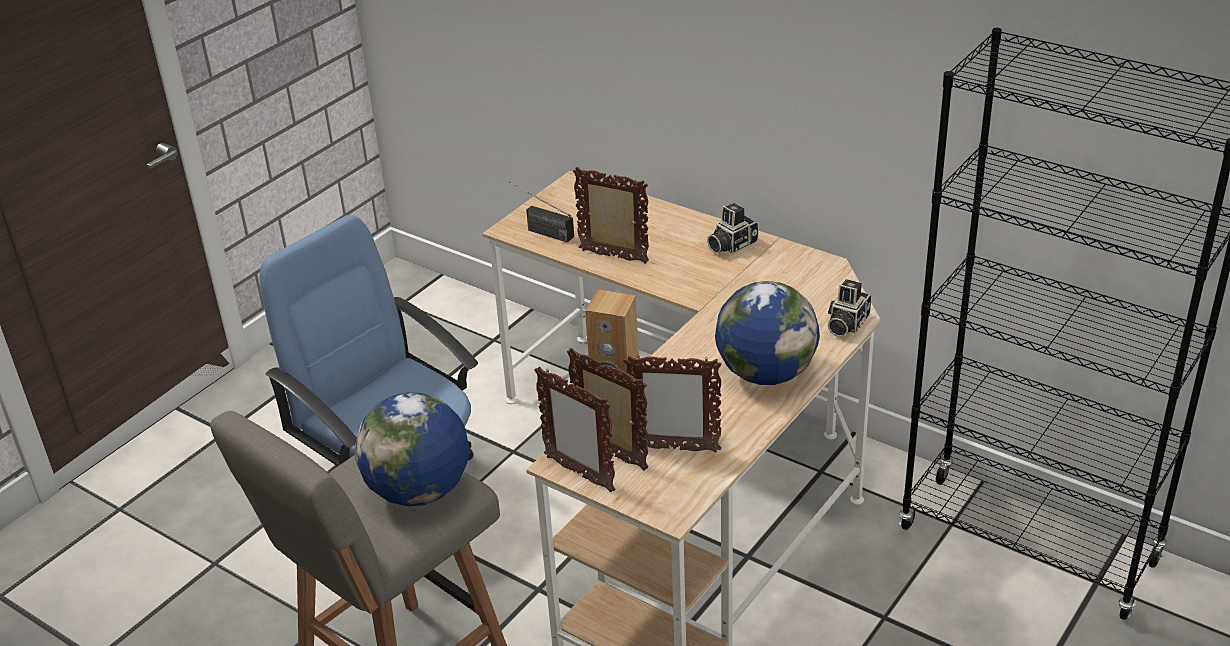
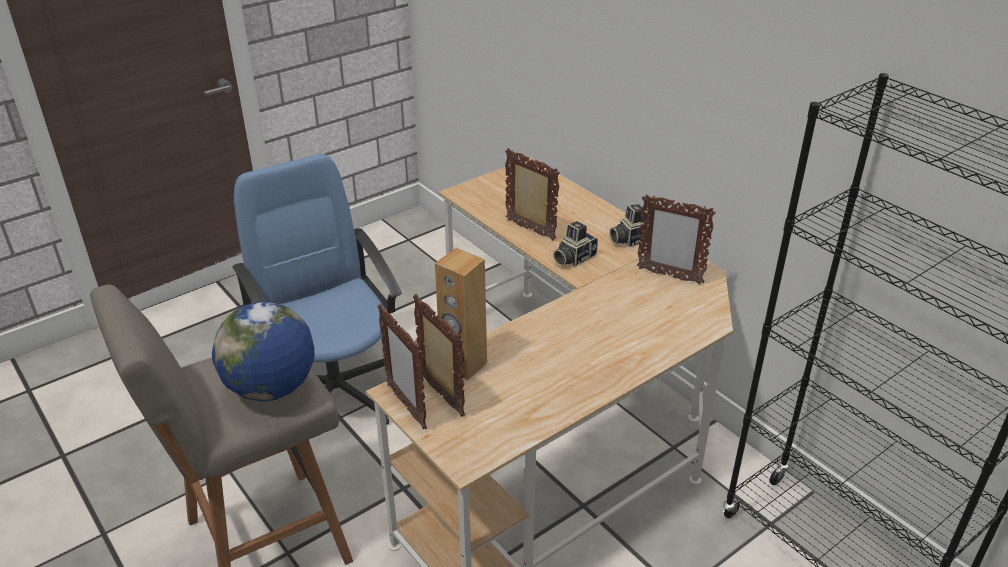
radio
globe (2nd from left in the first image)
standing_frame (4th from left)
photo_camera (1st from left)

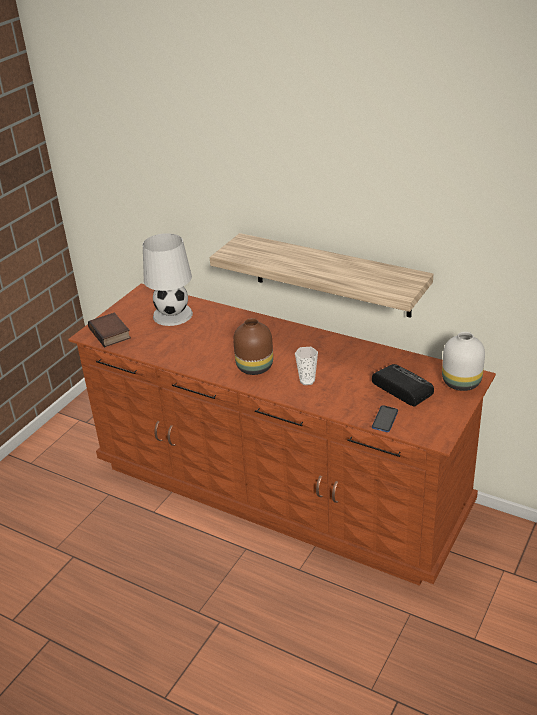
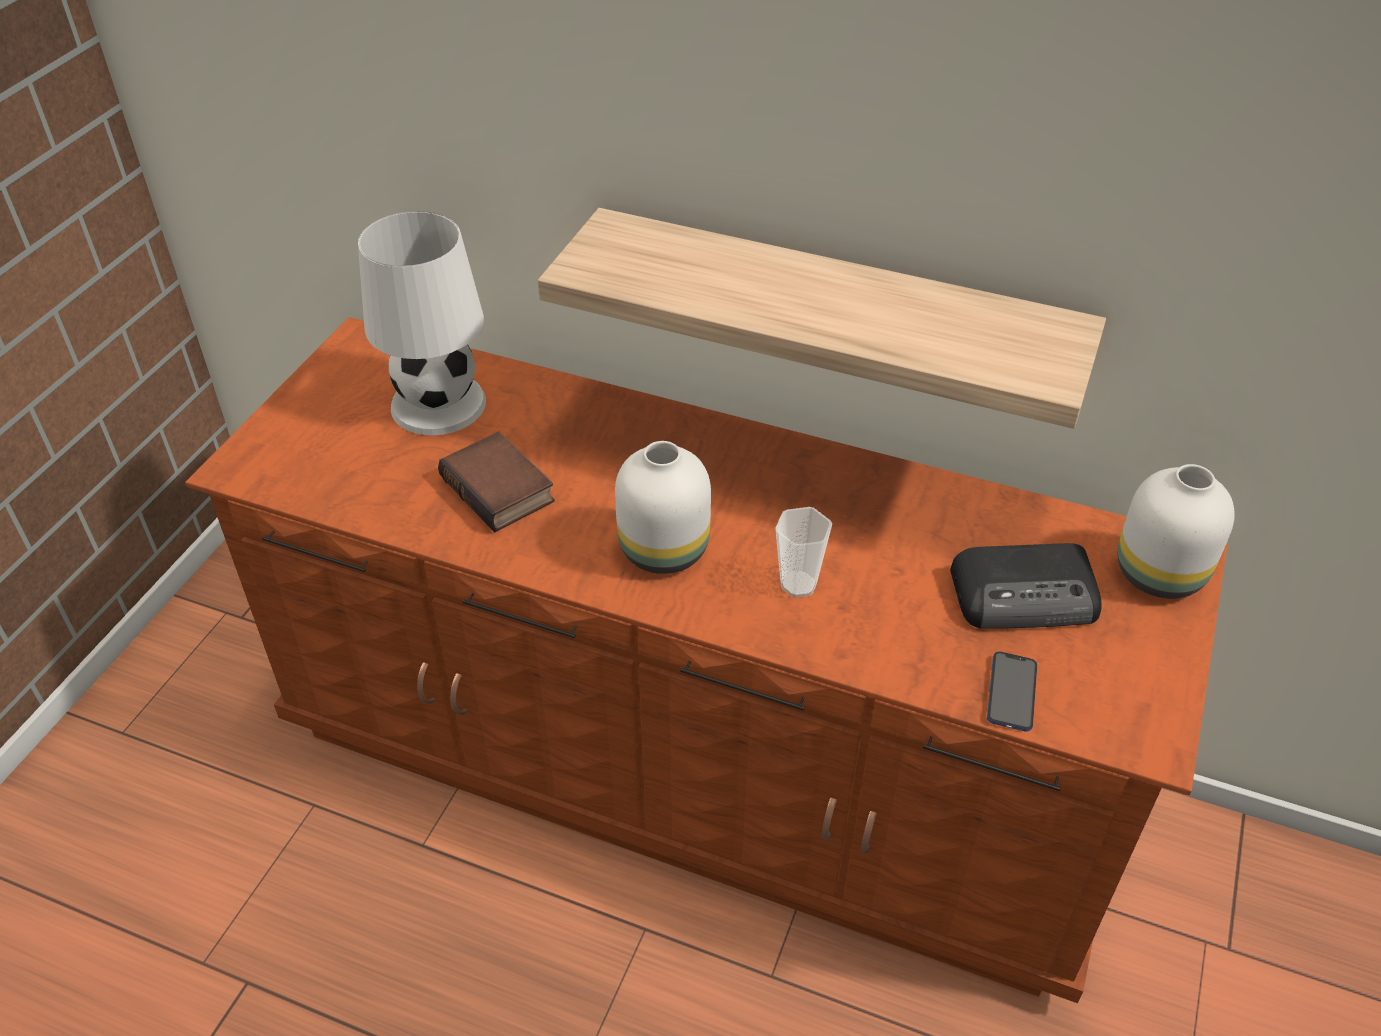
volume
whitish_vase (1st from left)
radio

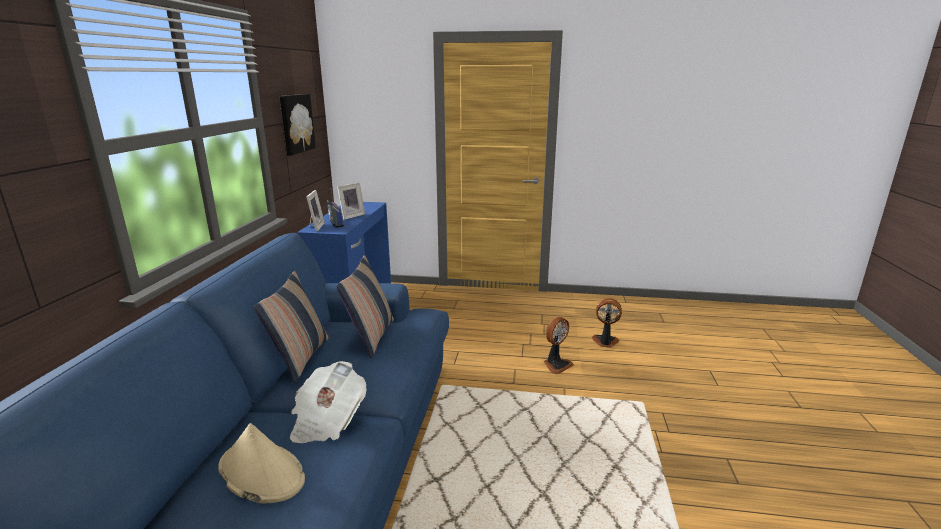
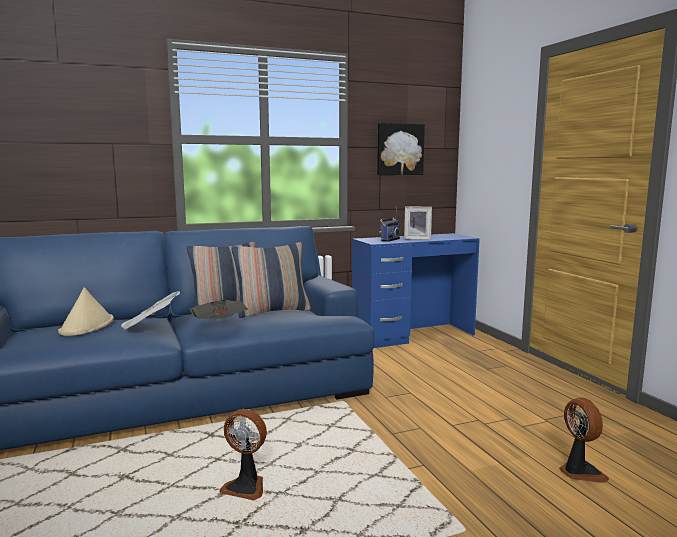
standing_frame (1st from left in the first image)
printed_paper (2nd from left)
electric_fan (1st from left)

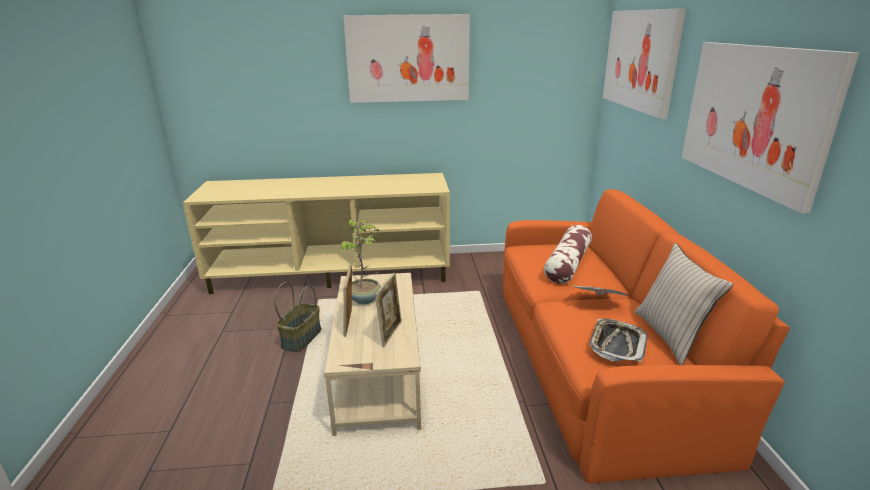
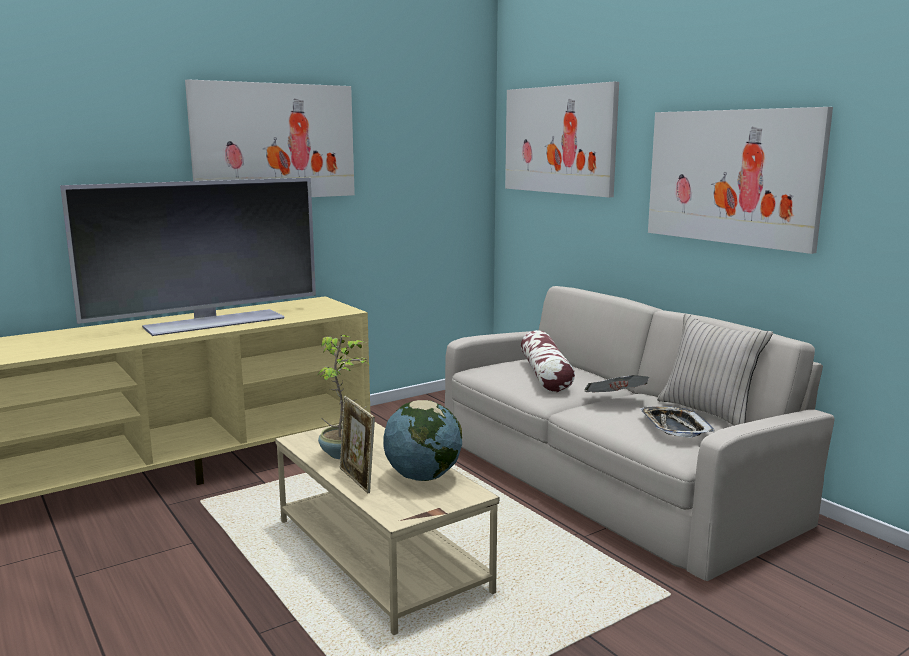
storage_basket
TV_set
globe
beige-coloured_sofa

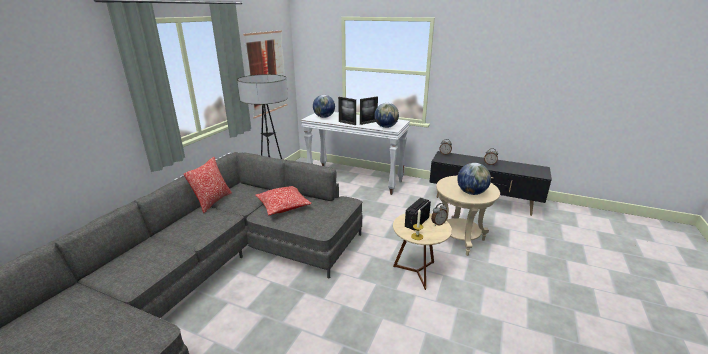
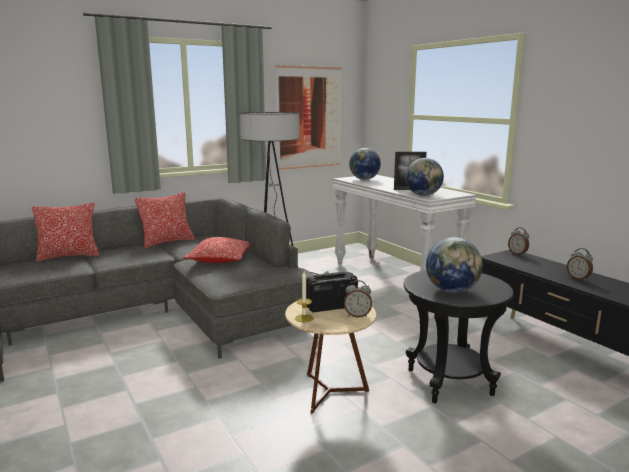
standing_frame (1st from left in the first image)
pillow (1st from left)
black-coloured_side_table

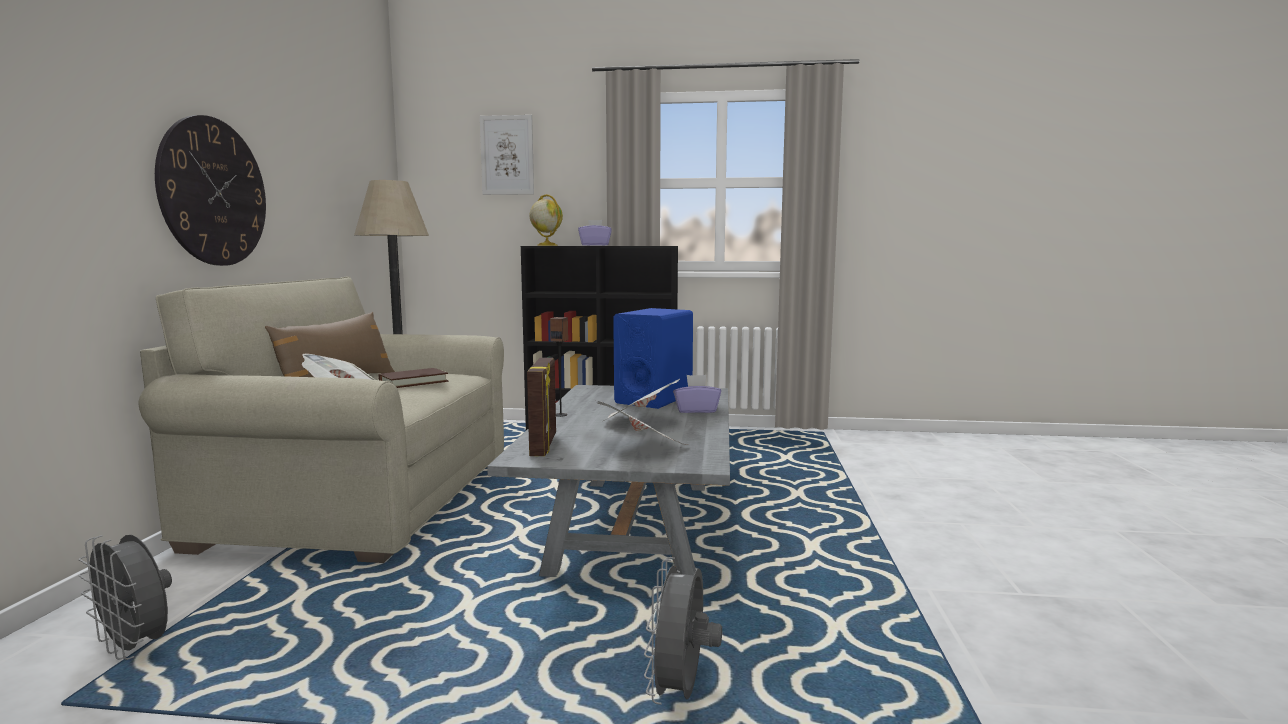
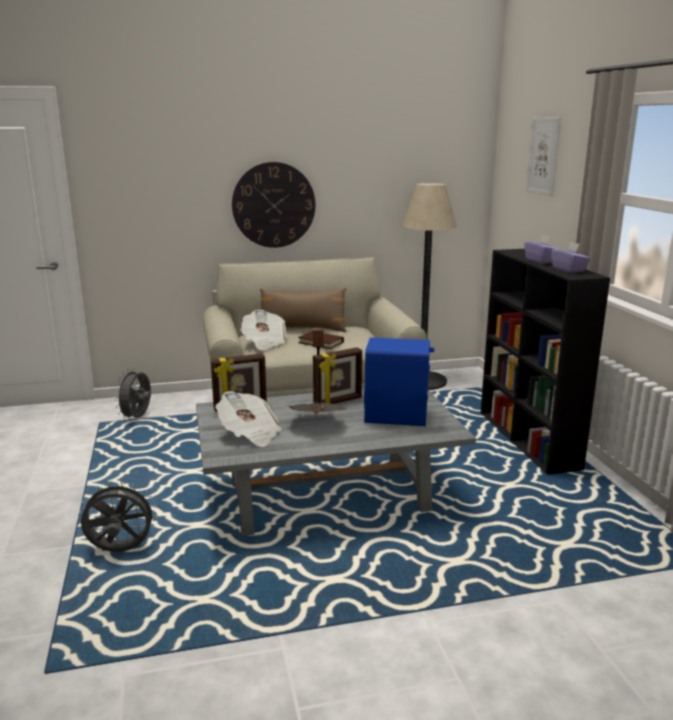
globe
standing_frame (2nd from left)
purple-coloured_box_of_tissues (2nd from left)

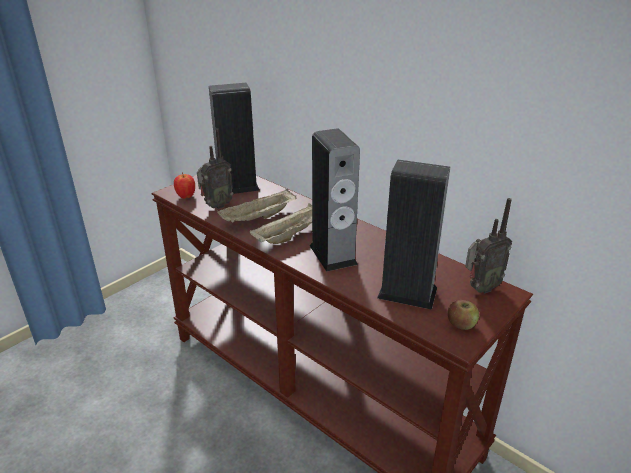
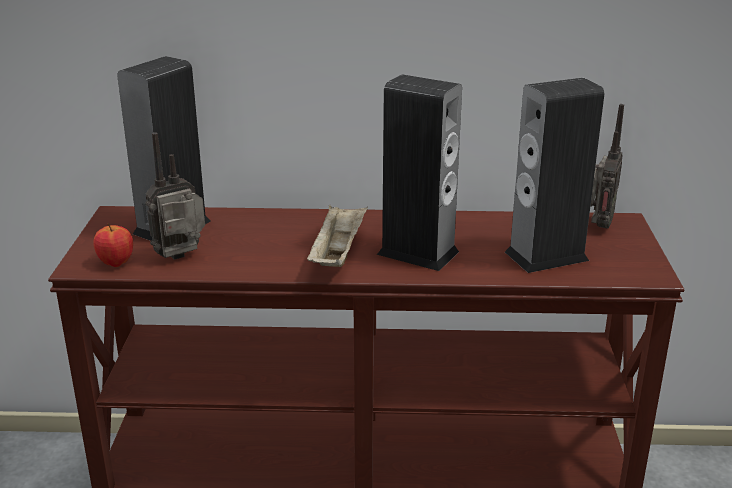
beige-coloured_serving_tray (1st from left in the first image)
whole_apple (2nd from left in the first image)
radio (1st from left)

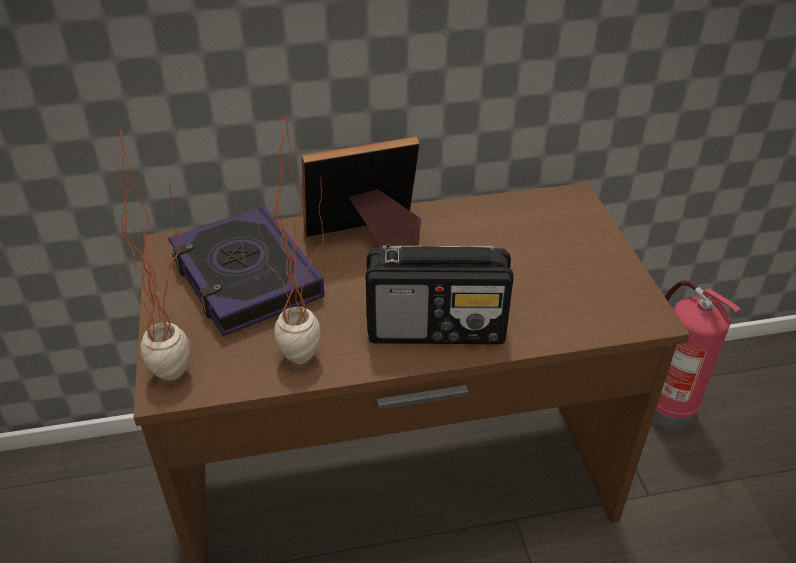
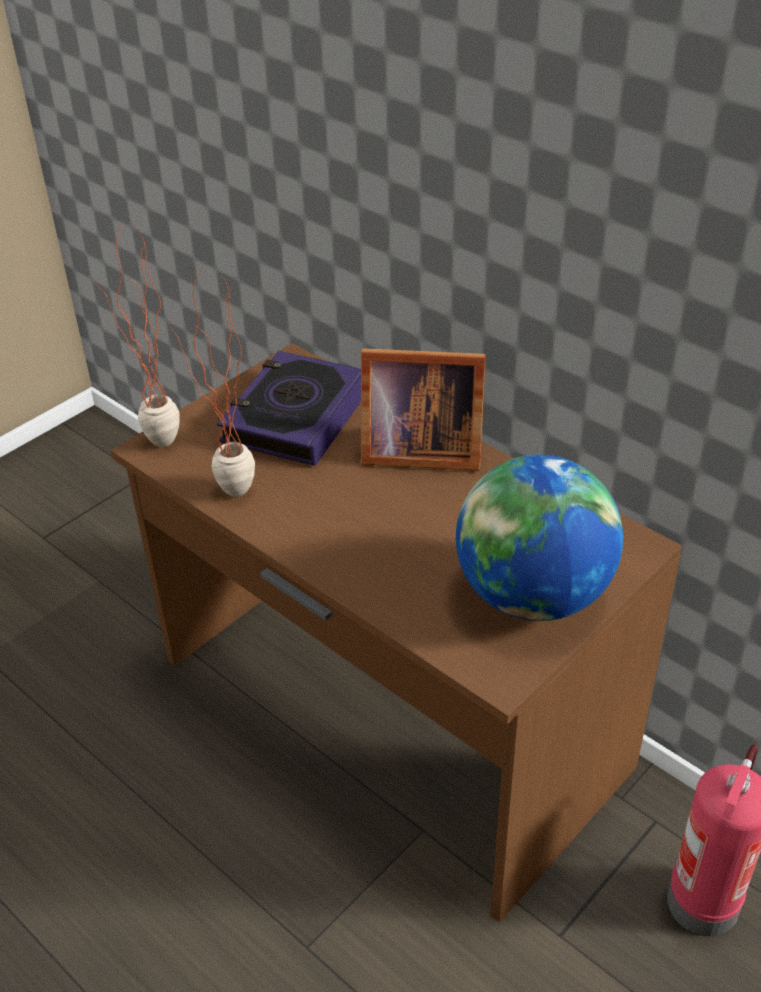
radio
globe
standing_frame

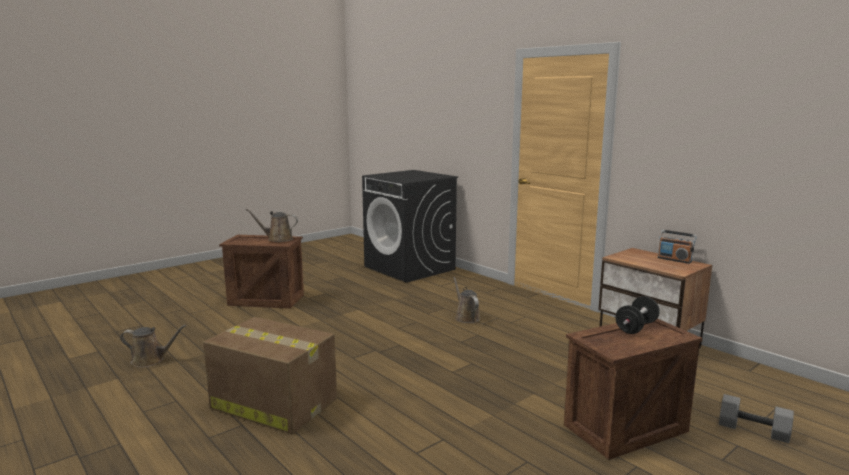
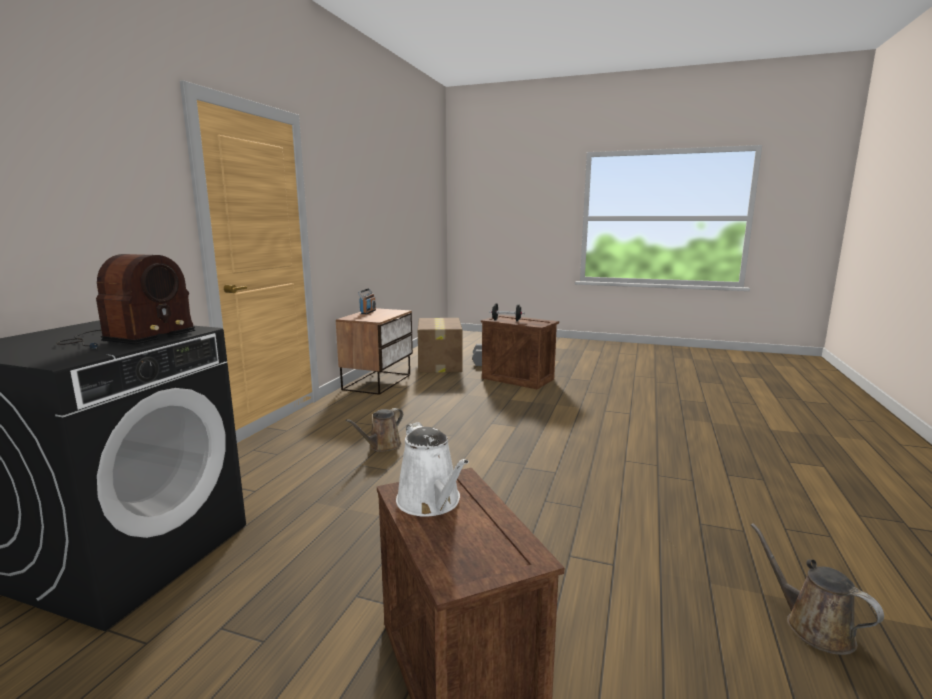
radio (1st from left)
packing_box
whitish_sprinkling_can

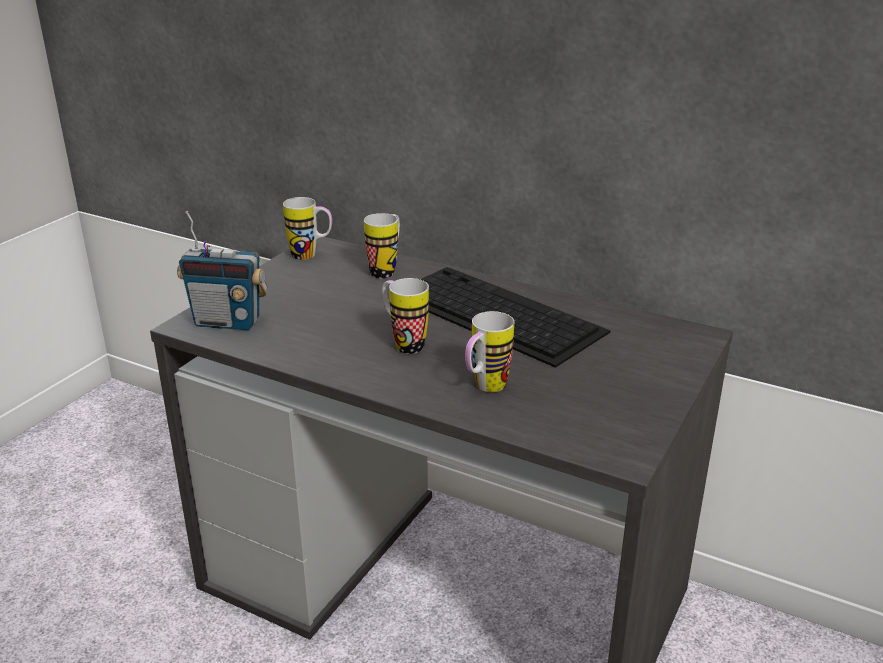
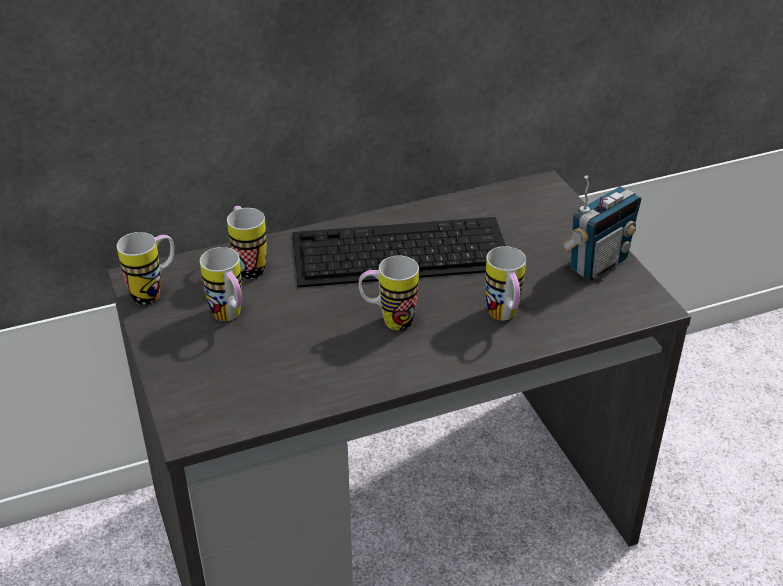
coffee_mug (2nd from left)
radio

